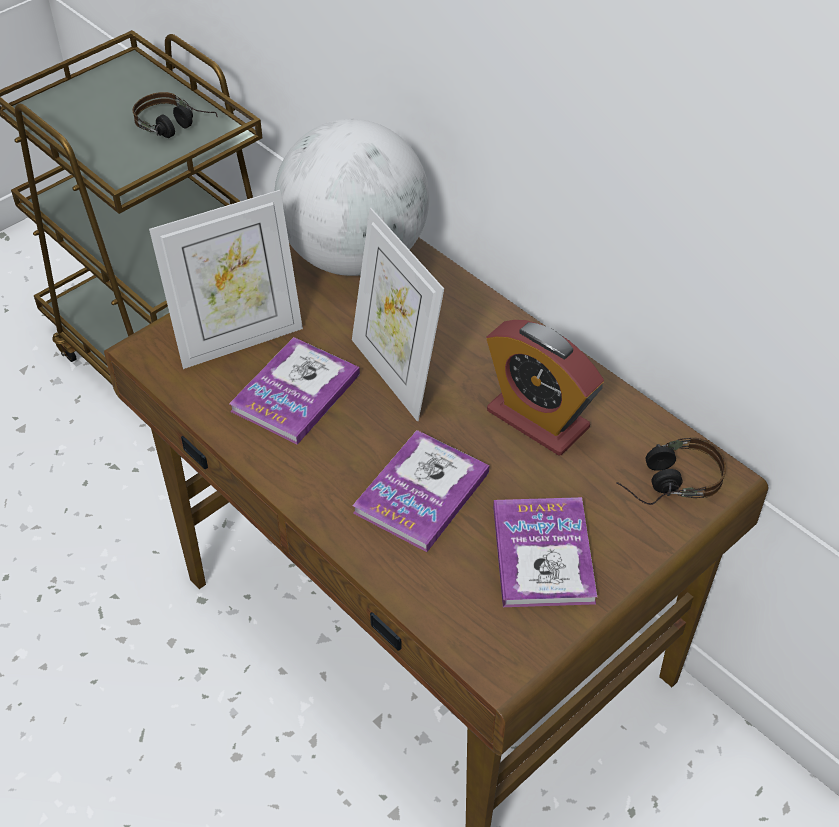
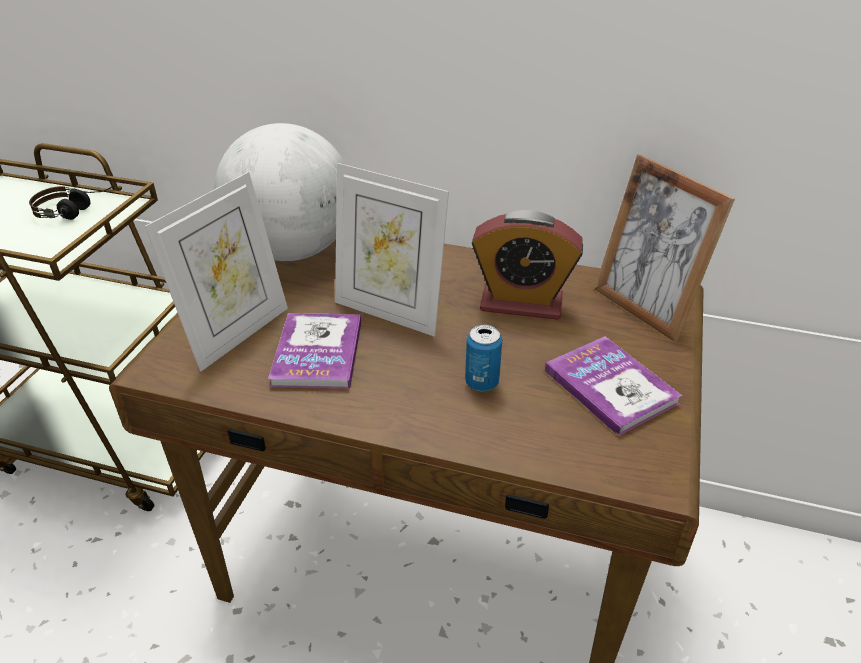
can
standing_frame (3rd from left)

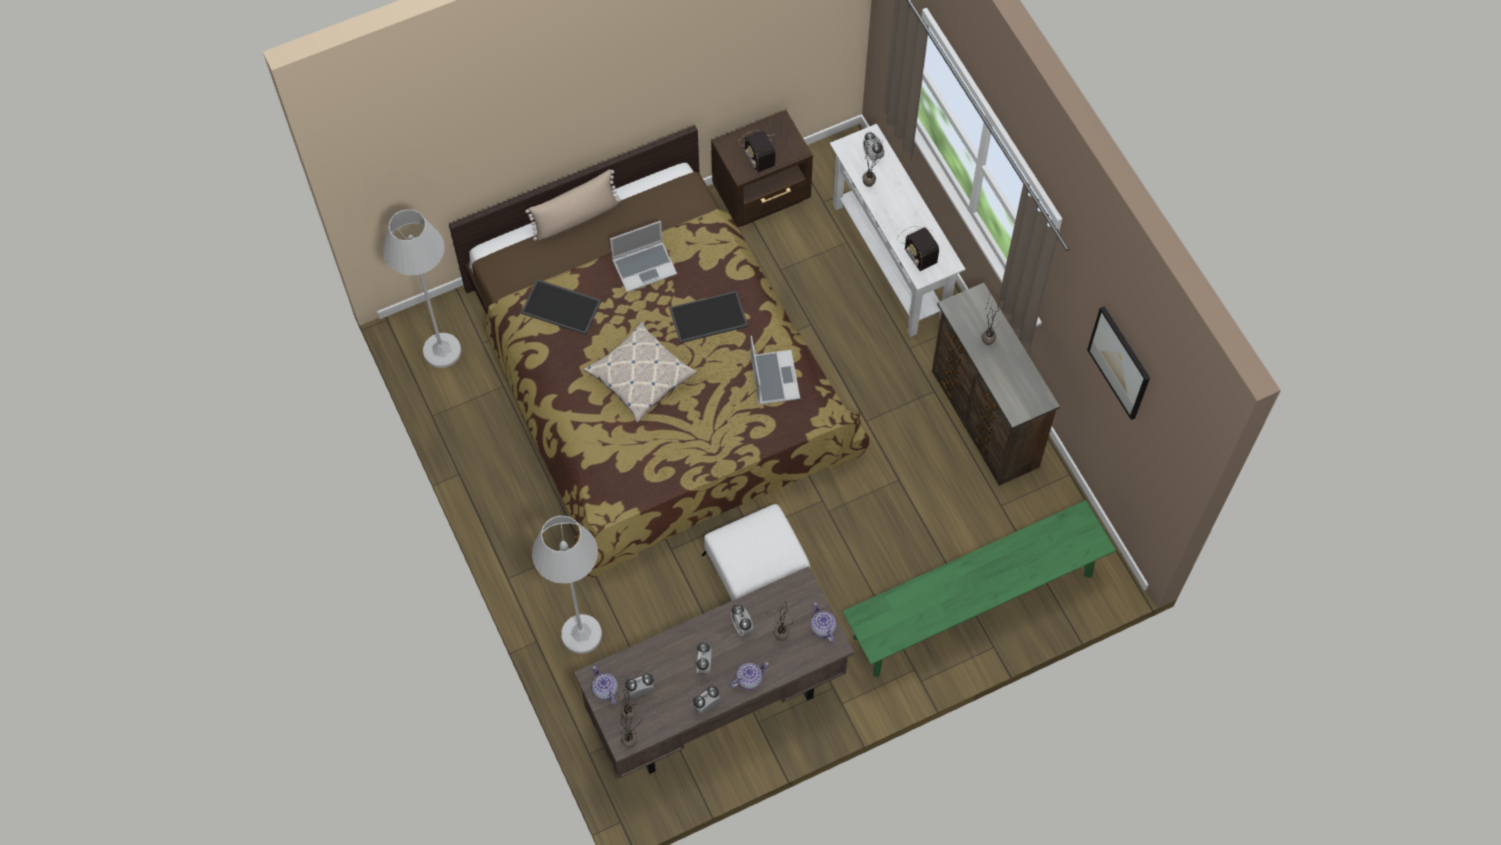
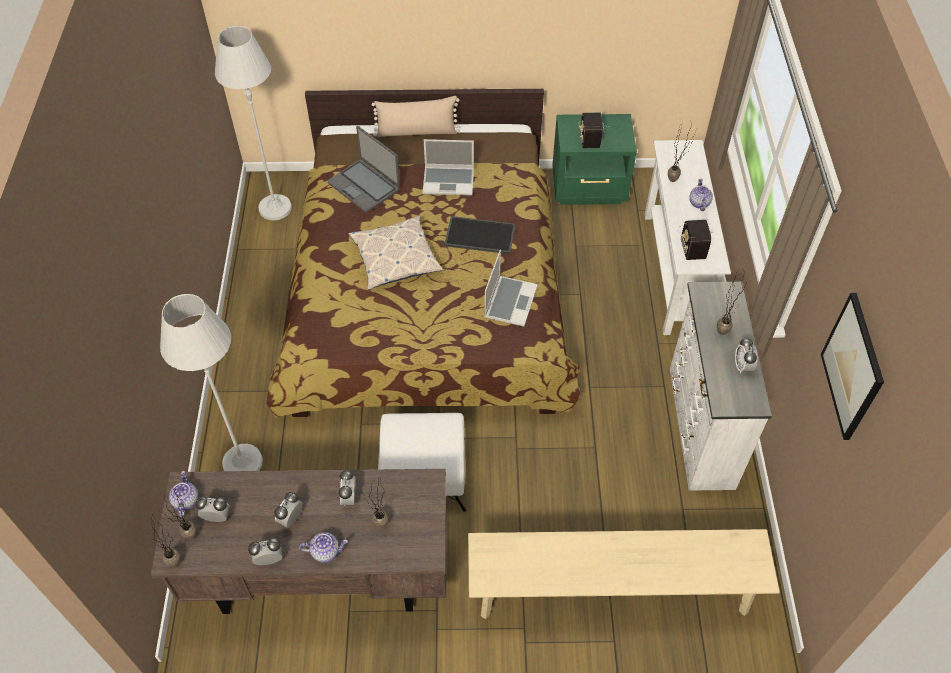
pot_for_tea (3rd from left)
bedside_clock (5th from left)
portable_computer (1st from left)
green_nightstand
beige-coloured_long_seat
whitish_drawer_chest

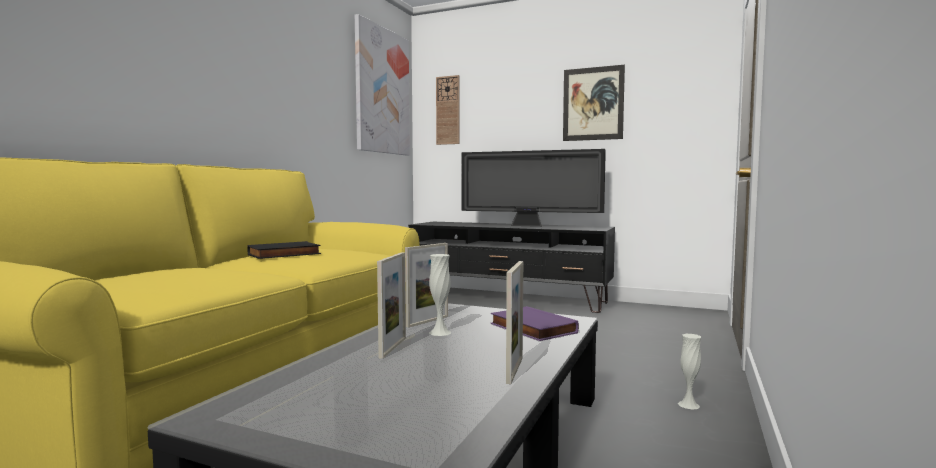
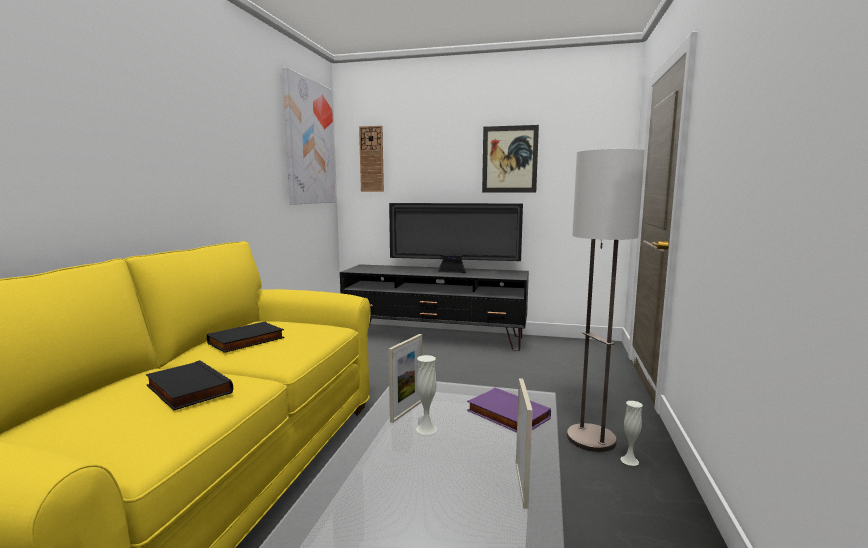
standing_frame (1st from left in the first image)
black-coloured_volume (1st from left)
standard_lamp

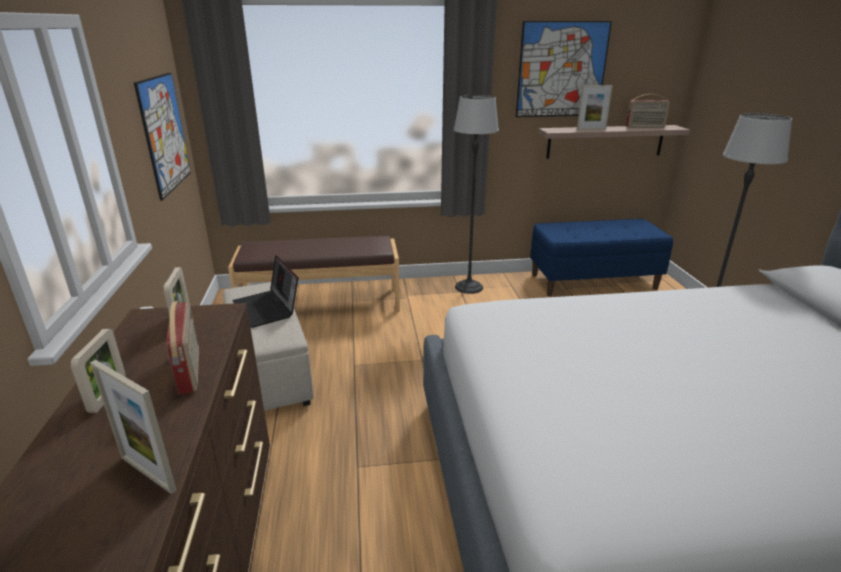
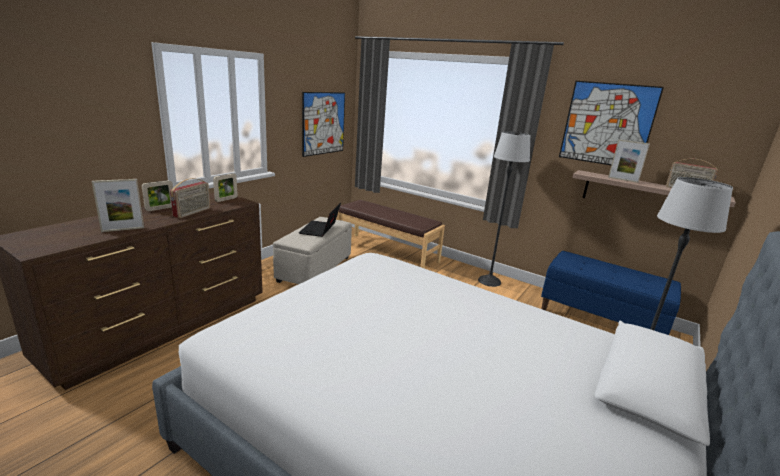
standing_frame (1st from left)

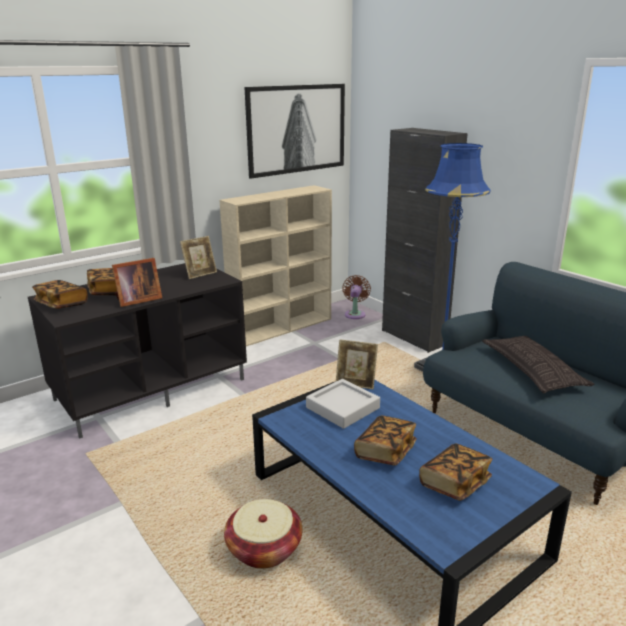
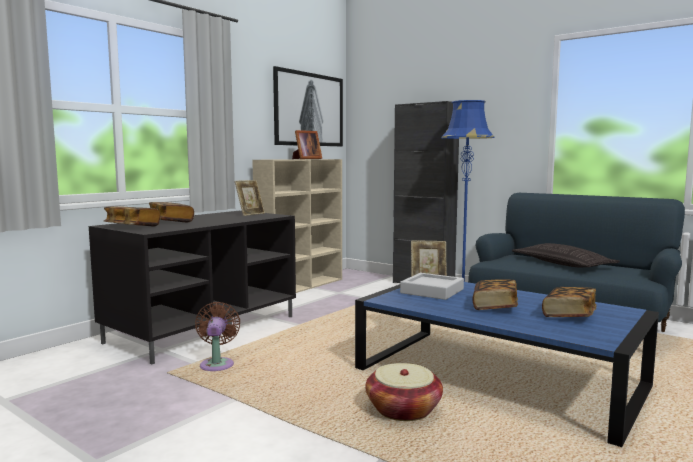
standing_frame (2nd from left)
brown-coloured_electric_fan

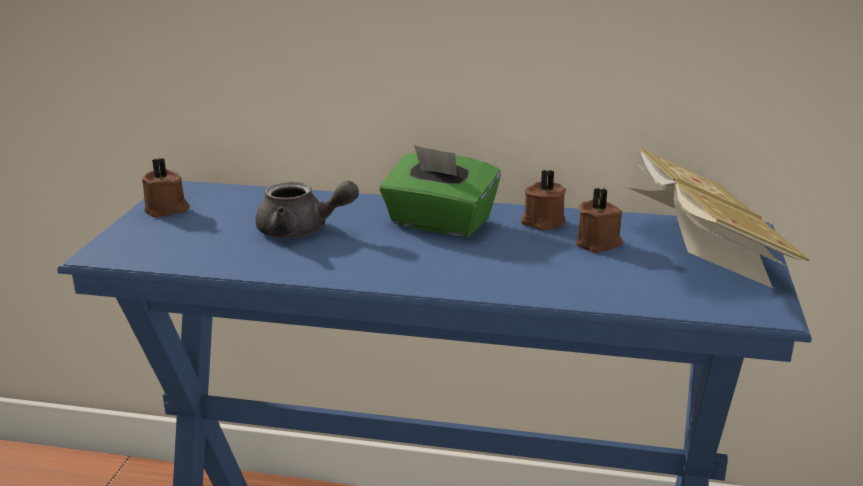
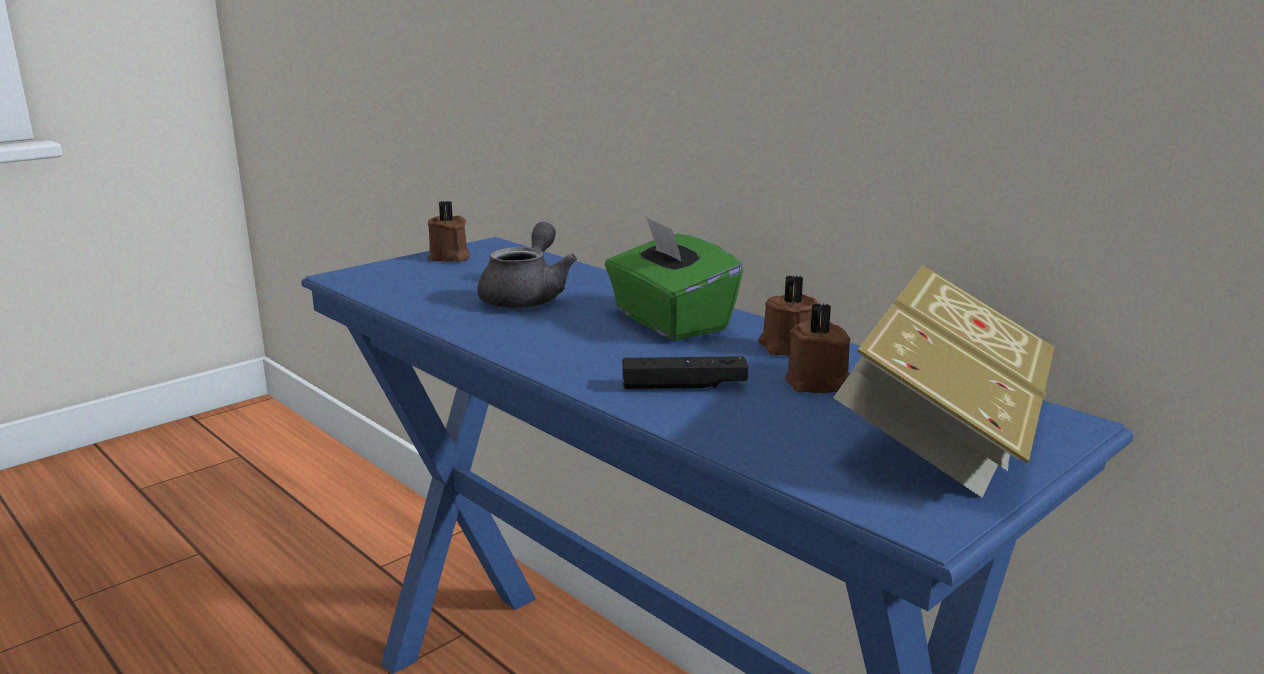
black-coloured_gamepad
greyish_pot_for_tea

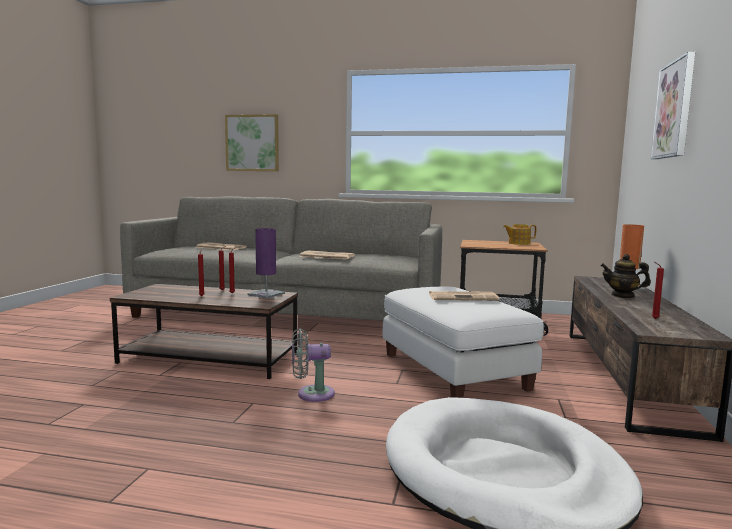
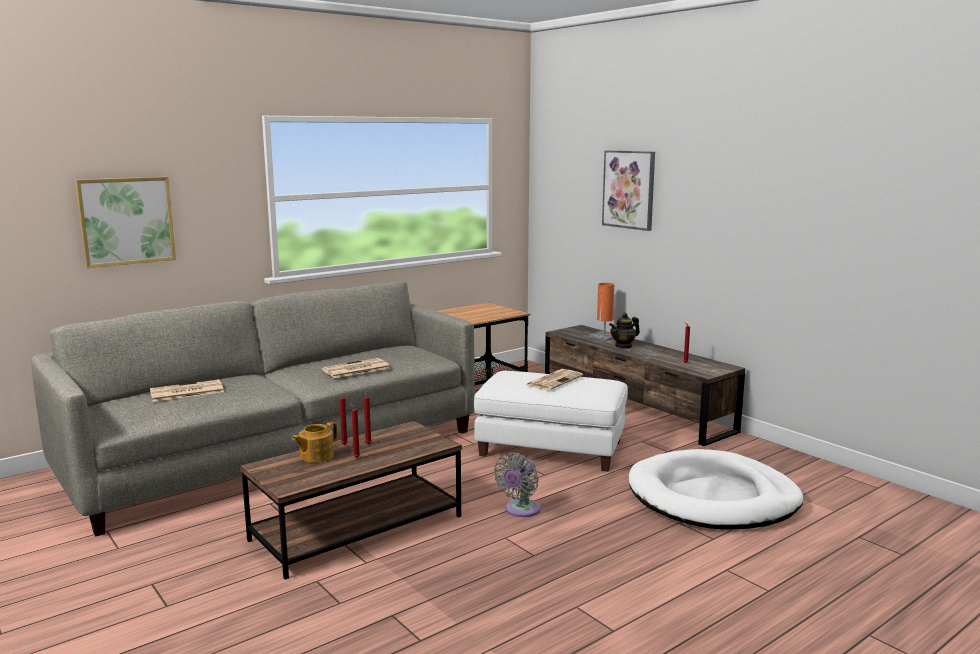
purple-coloured_lamp_for_a_table
pot_for_tea (1st from left)

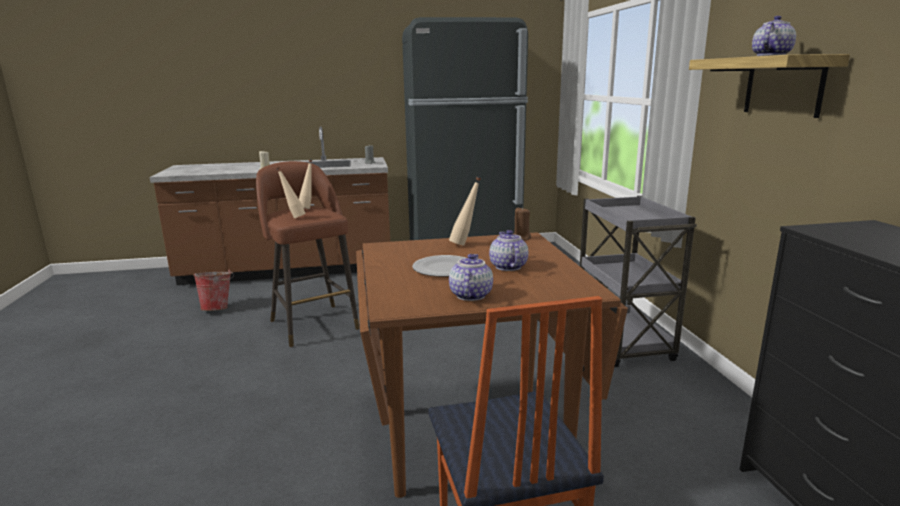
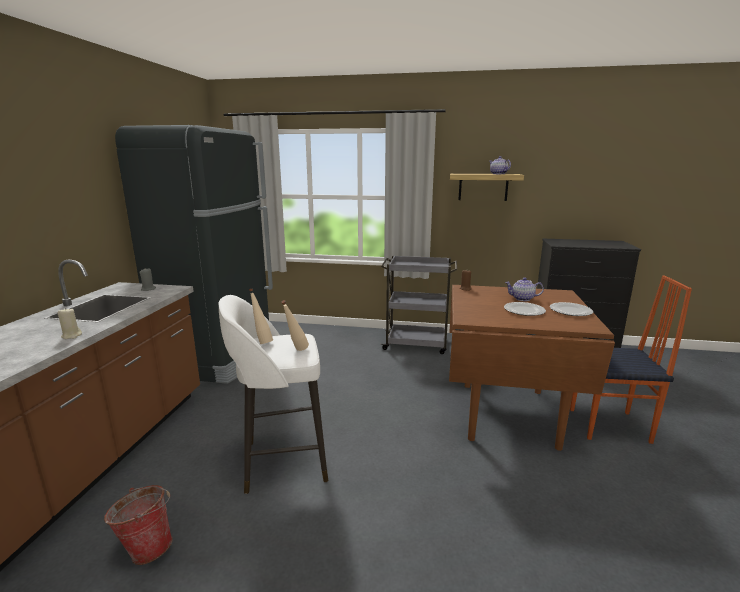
beige-coloured_bottle (3rd from left in the first image)
flat_dish (2nd from left)
whitish_stool

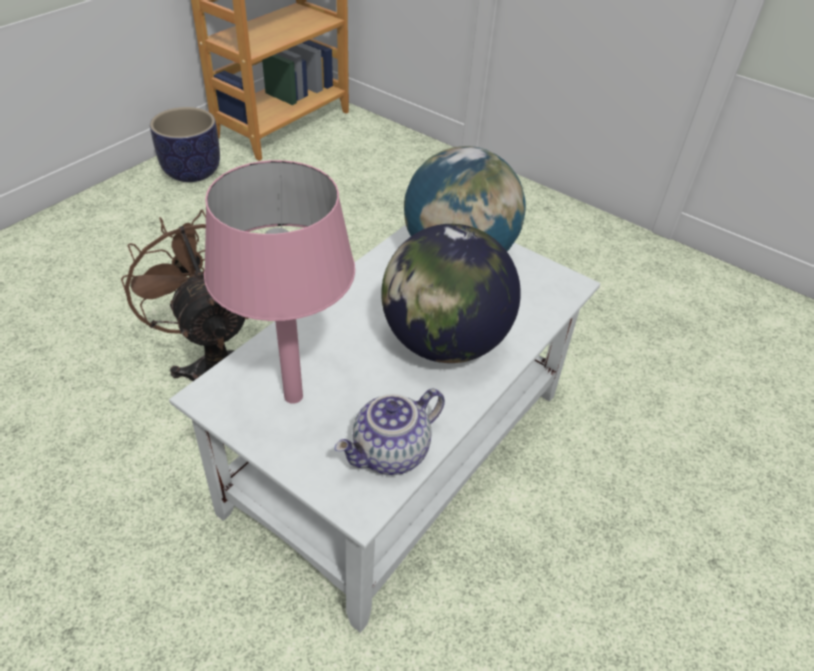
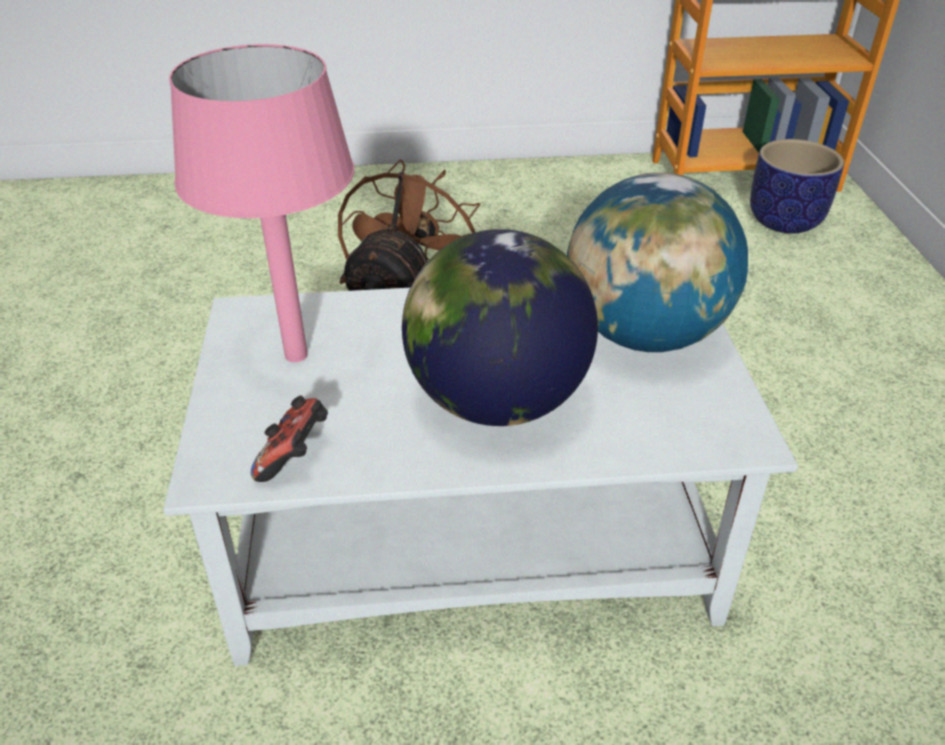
plant_pot
gamepad

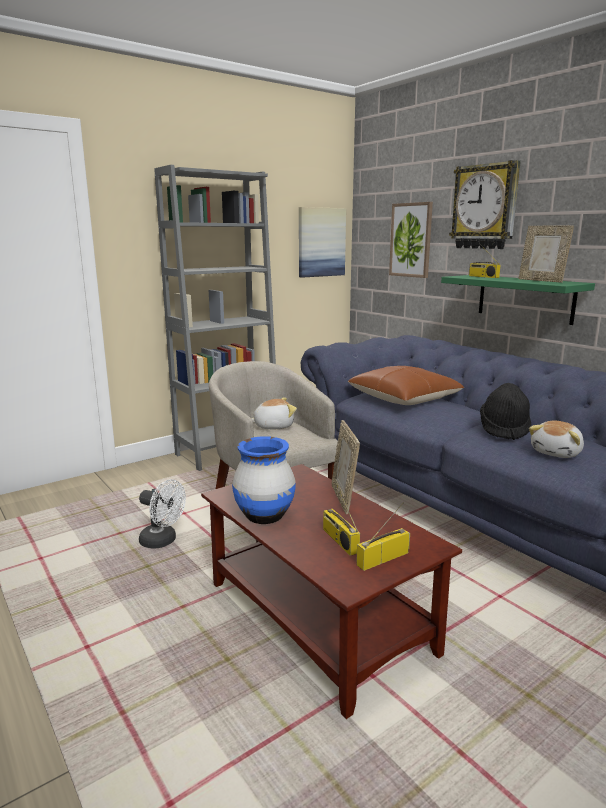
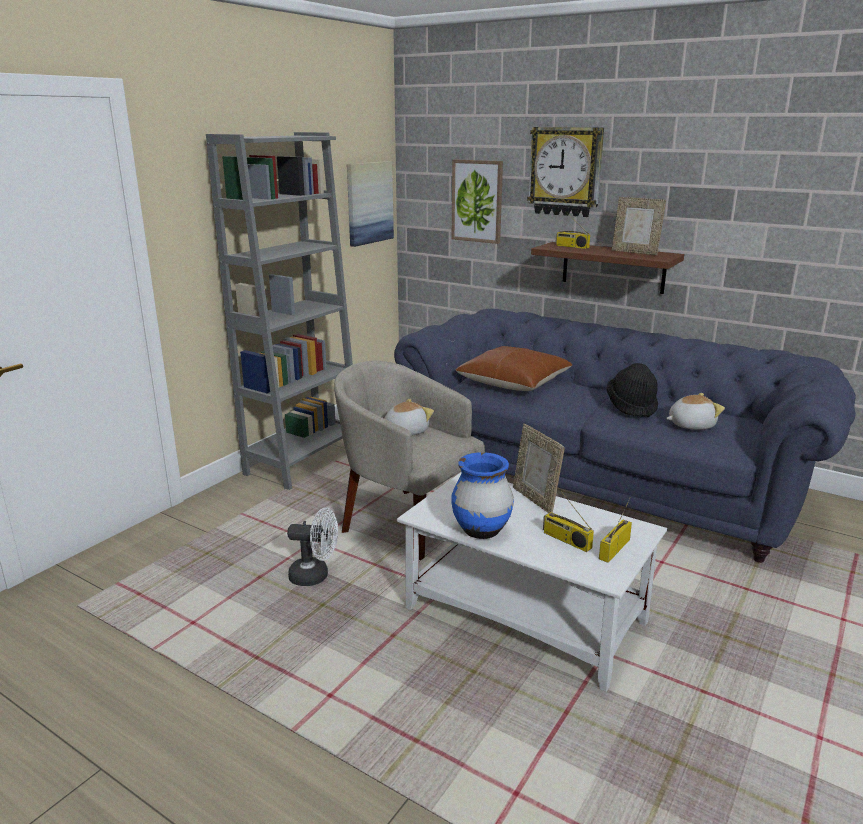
whitish_coffee_table
brown-coloured_bracket_shelf
cuddly_toy (2nd from left)

